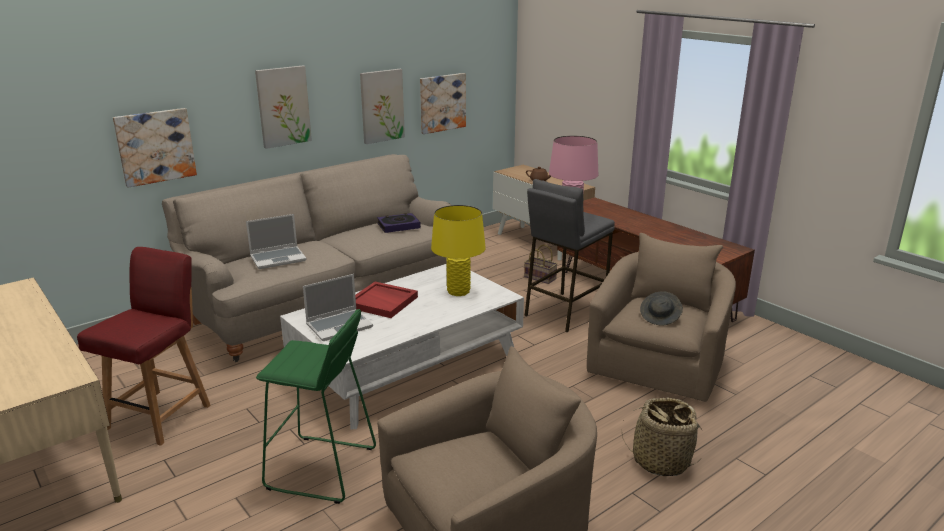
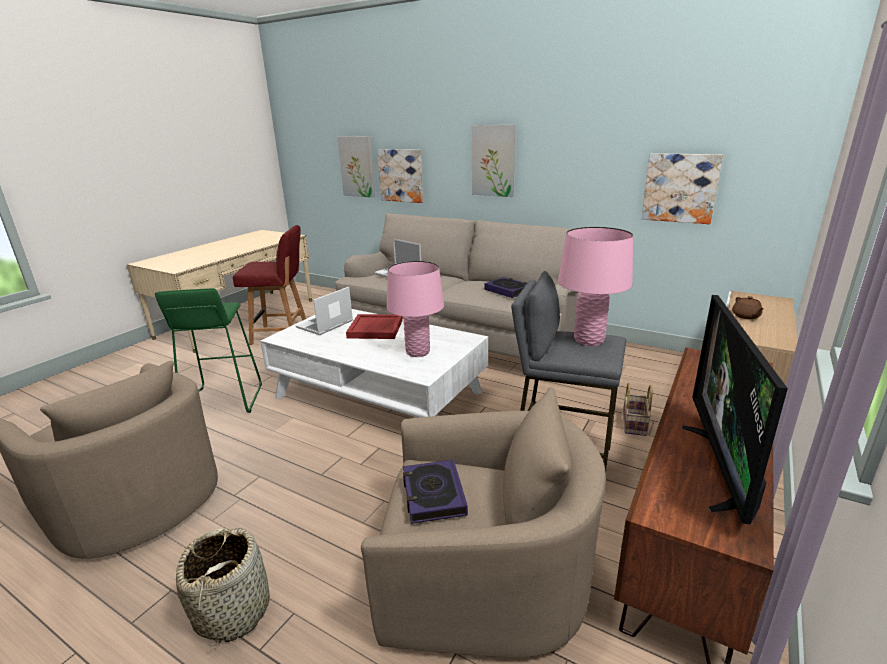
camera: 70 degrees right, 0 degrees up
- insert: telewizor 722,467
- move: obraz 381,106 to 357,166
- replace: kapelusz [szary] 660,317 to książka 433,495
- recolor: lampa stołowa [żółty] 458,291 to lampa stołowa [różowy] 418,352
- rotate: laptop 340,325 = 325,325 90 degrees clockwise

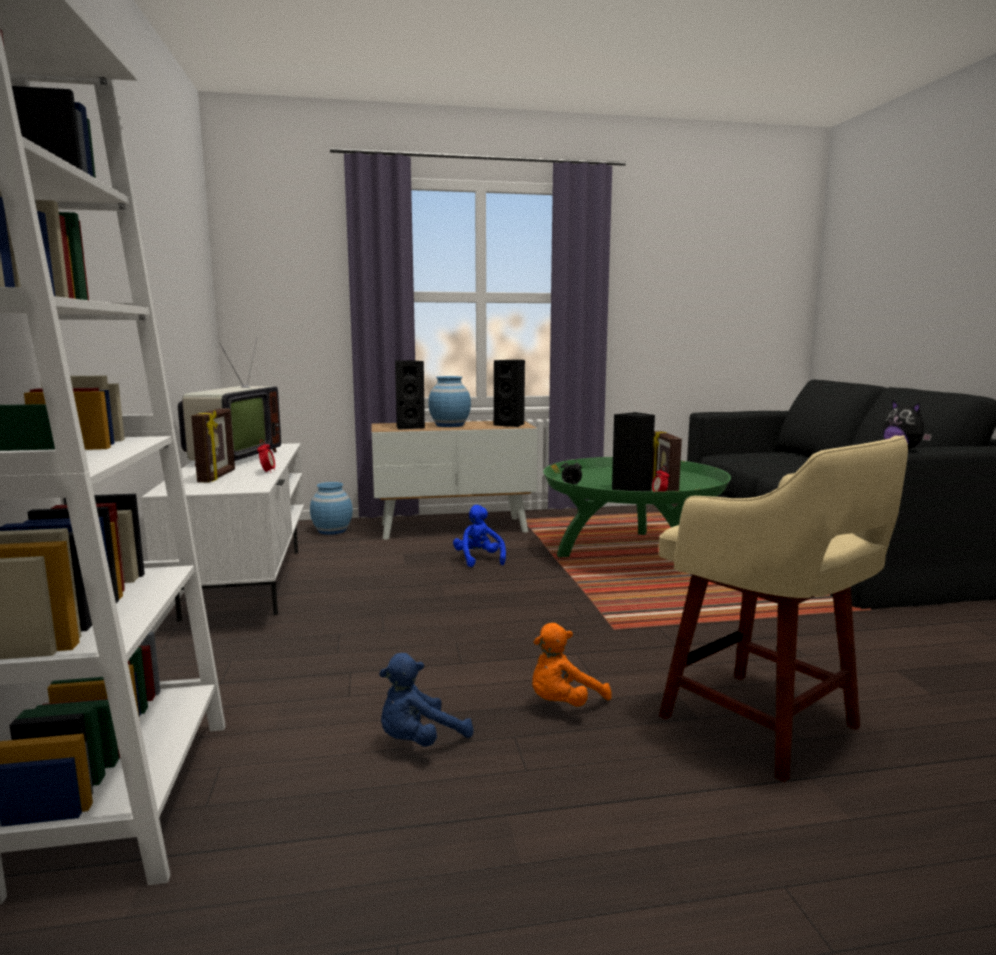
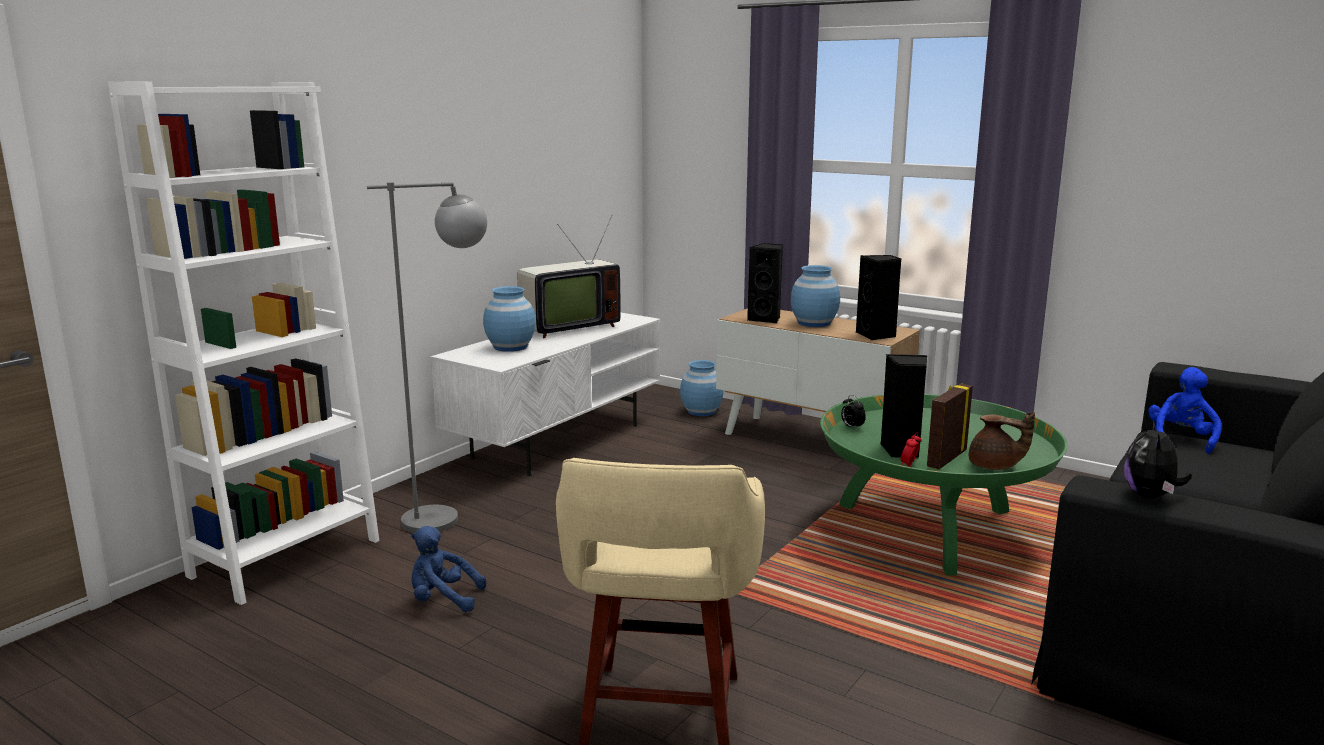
camera: 45 degrees right, 5 degrees up
- delete: budzik 267,472
- delete: pluszak [pomarańczowy] 563,703
- insert: lampa stojąca [szary] 450,517
- insert: imbryk [brązowy] 994,467
- move: pluszak [niebieski] 478,560 to 1181,439
- replace: ramka na zdjęcie 218,476 to wazon [niebieski] 510,347

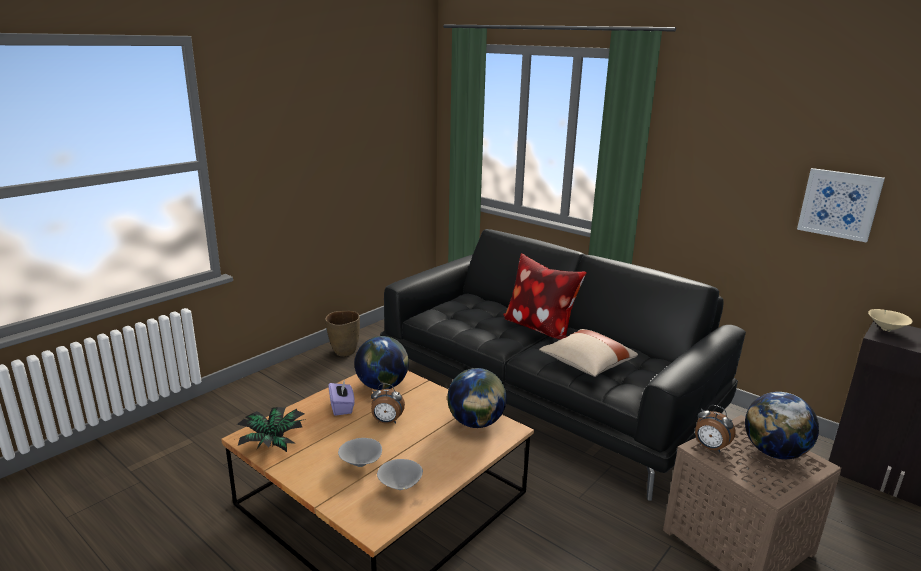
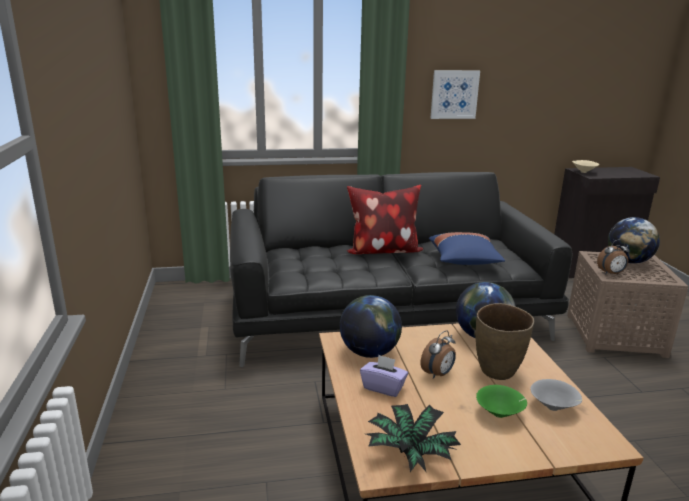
camera: 50 degrees left, 0 degrees up
- move: wazon [brązowy] 344,352 to 497,371
- move: obraz 839,204 to 454,94
- recolor: miska [szary] 361,464 to miska [zielony] 500,414
- recolor: poduszka [beżowy] 586,365 to poduszka [niebieski] 464,261

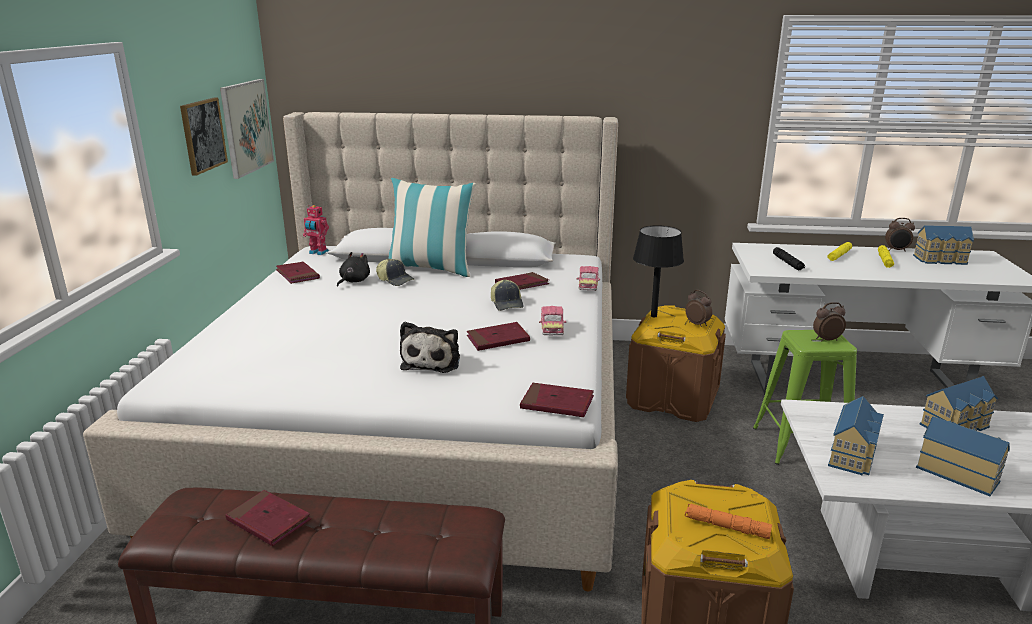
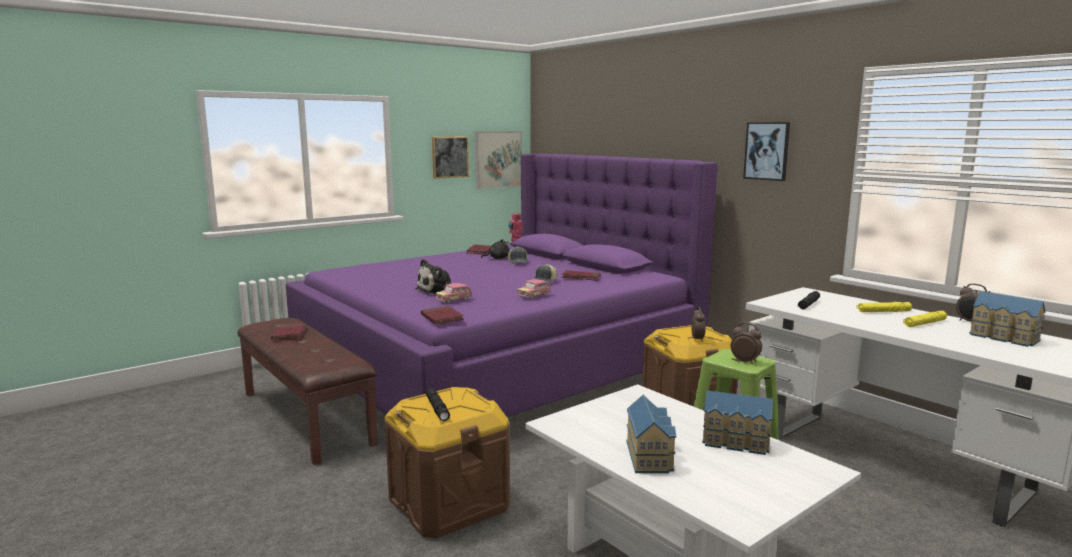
camera: 45 degrees right, 10 degrees down
- delete: poduszka 431,268
- delete: książka [czerwony] 498,339
- delete: lampa stołowa [czarny] 653,316
- delete: domek 854,455
- insert: obraz 767,151
- move: samochodzik 588,286 to 454,300
- recolor: łóżko [beżowy] 422,426 to łóżko [fioletowy] 498,366
- recolor: latarka [pomarańczowy] 726,527 to latarka [czarny] 437,409

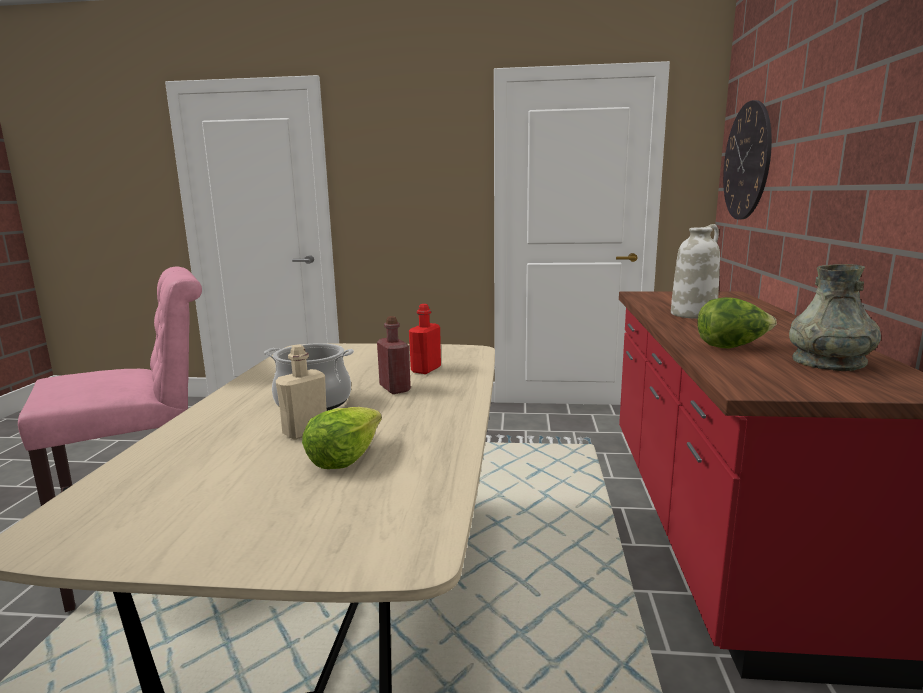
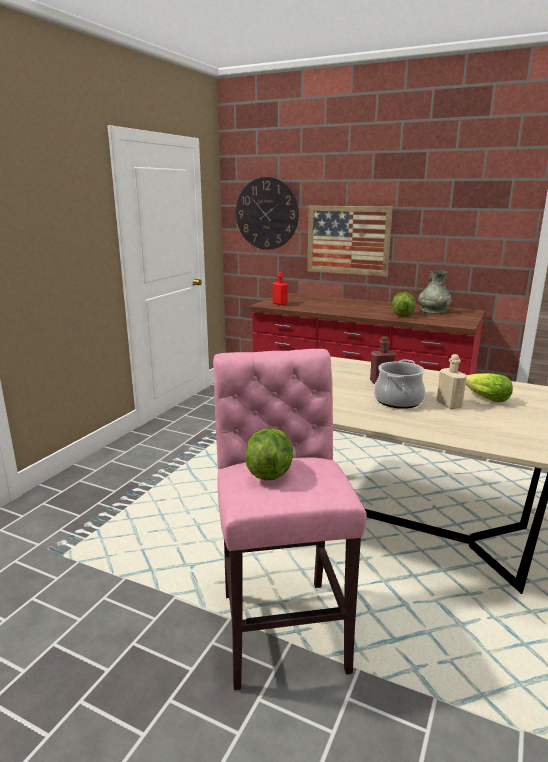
camera: 70 degrees left, 5 degrees up
- delete: wazon [biały] 693,314
- insert: sałata 269,471
- insert: obraz 348,240
- move: butelka [czerwony] 426,369 to 280,303

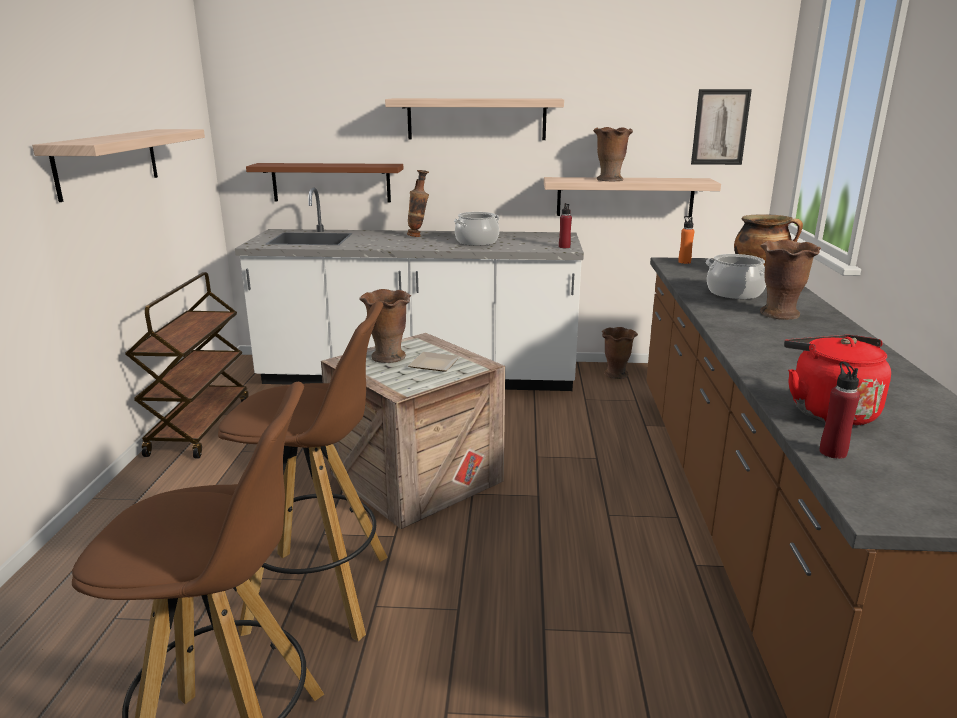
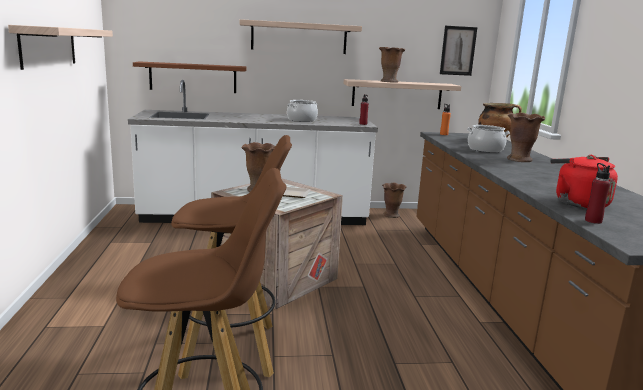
camera: 10 degrees left, 5 degrees down
- delete: wózek [brązowy] 199,426
- delete: wazon 418,236

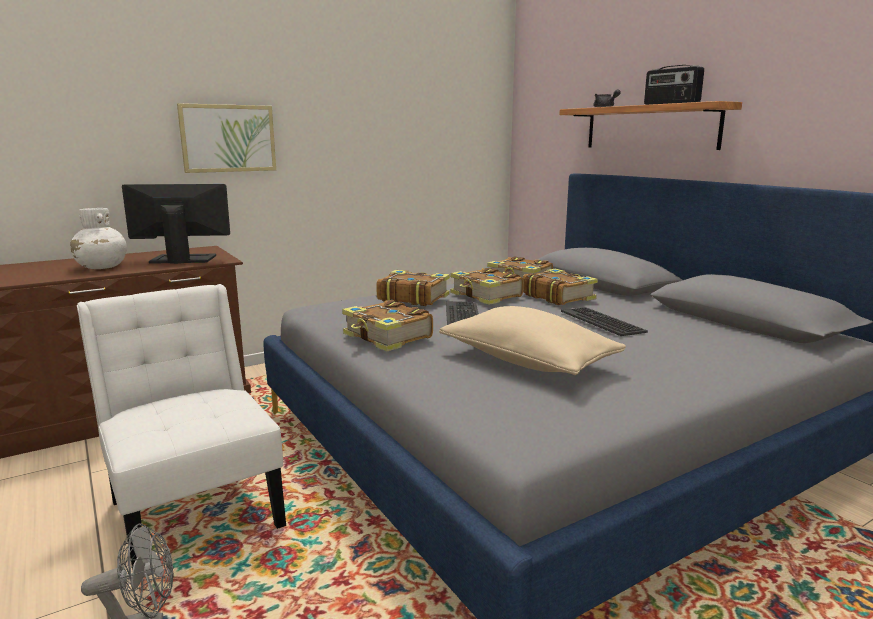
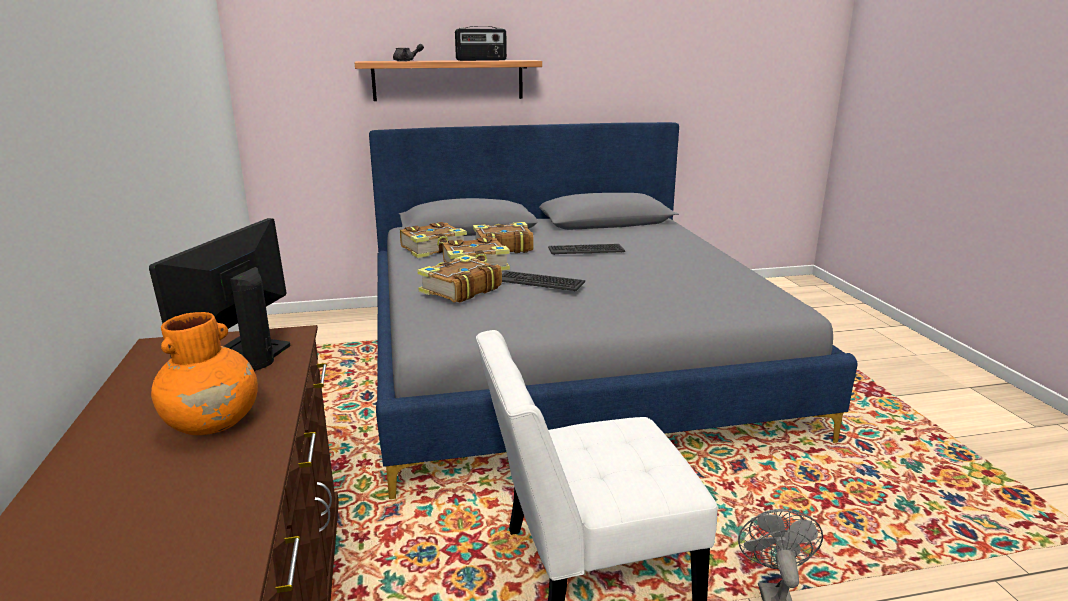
camera: 70 degrees left, 5 degrees up
- delete: obraz 228,138
- delete: książka 387,337
- delete: poduszka [beżowy] 527,362
- recolor: wazon [biały] 102,267 to wazon [pomarańczowy] 214,423

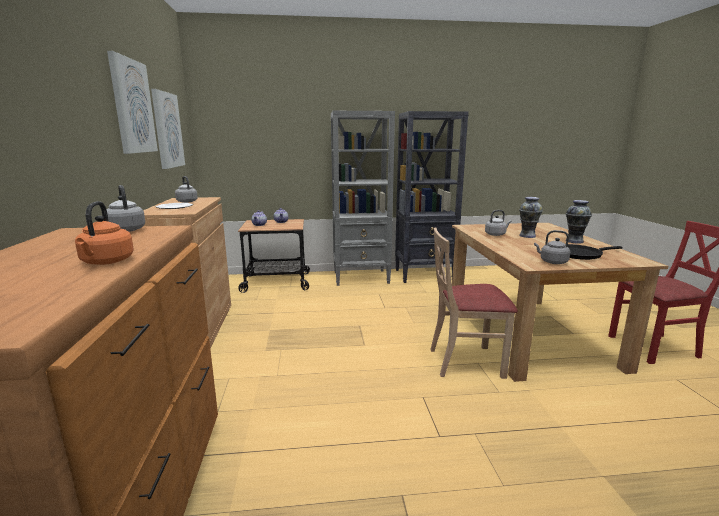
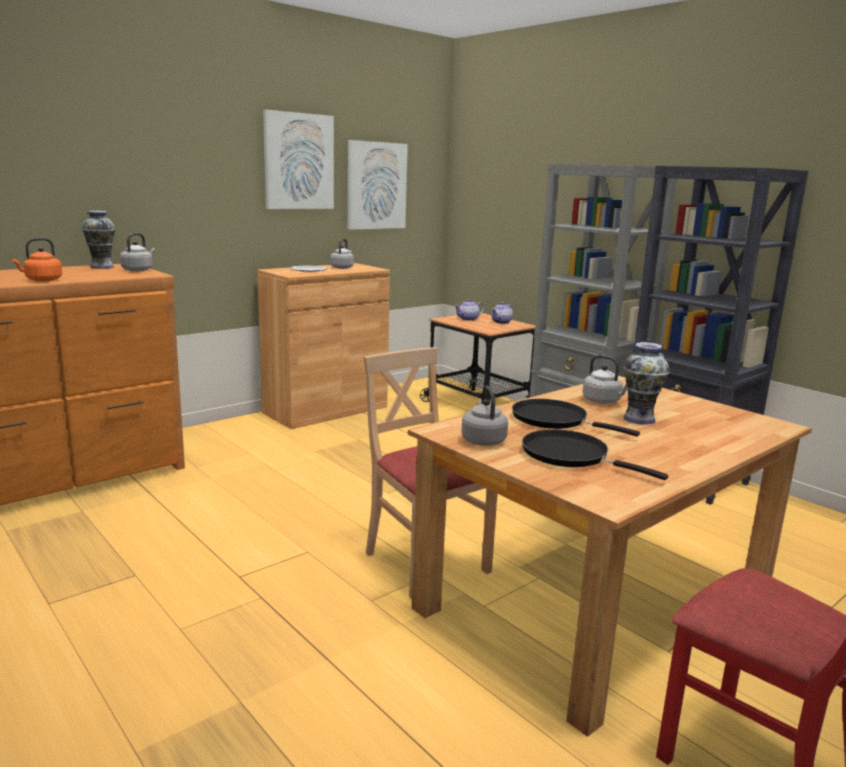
camera: 55 degrees right, 0 degrees up
- insert: patelnia [czarny] 554,420
- move: wazon 574,241 to 101,267

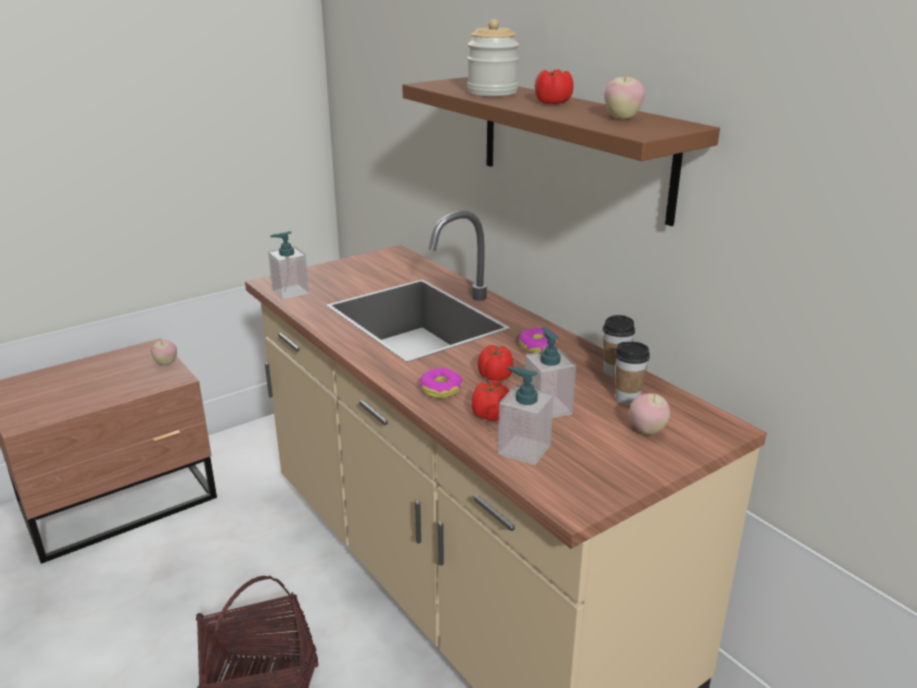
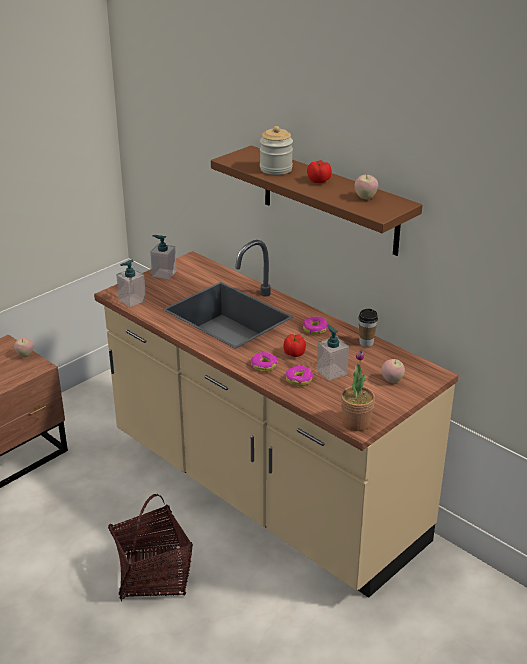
camera: 10 degrees left, 5 degrees up
- delete: filiżanka 627,399
- insert: roślina doniczkowa 356,423
- move: dozownik mydła 524,450 to 164,274
- replace: pomidor 490,415 to donut 299,379

